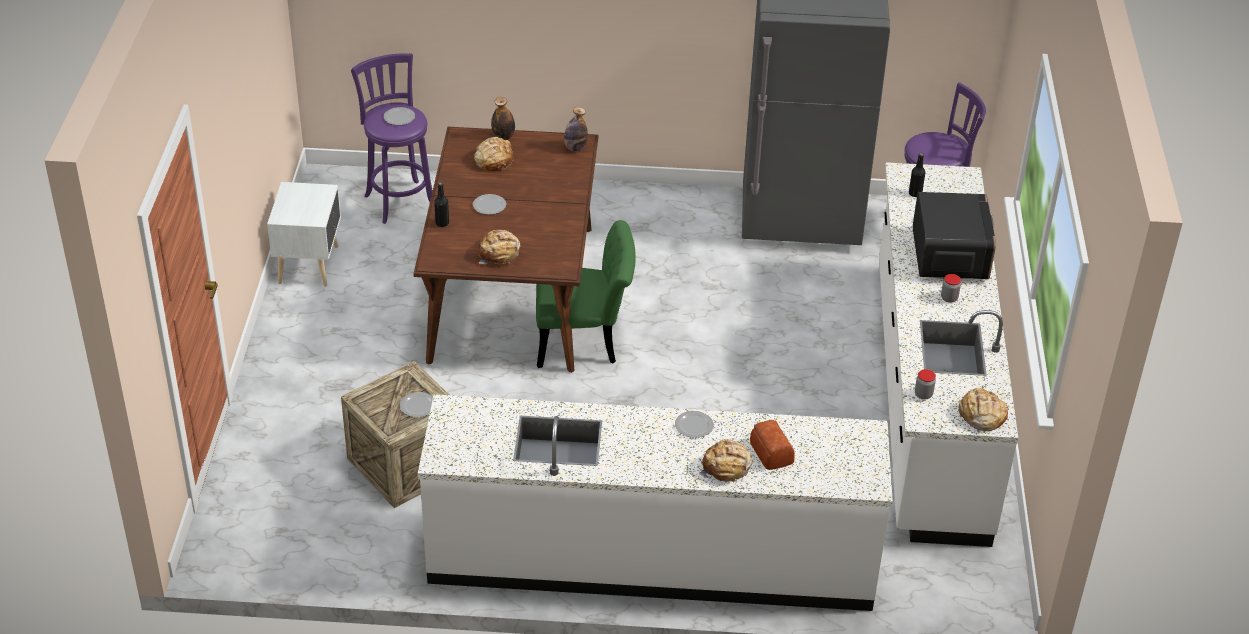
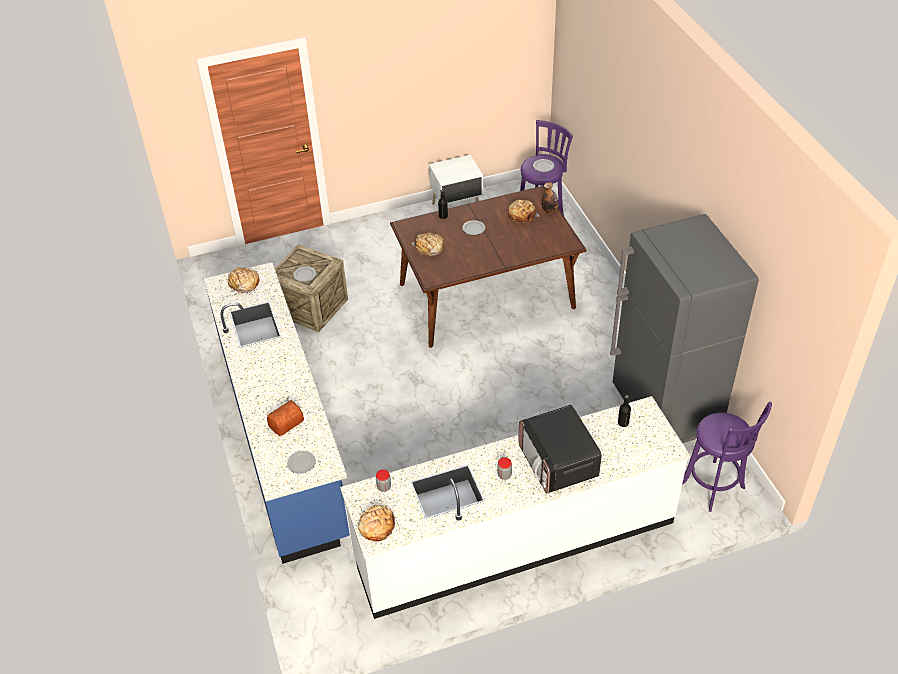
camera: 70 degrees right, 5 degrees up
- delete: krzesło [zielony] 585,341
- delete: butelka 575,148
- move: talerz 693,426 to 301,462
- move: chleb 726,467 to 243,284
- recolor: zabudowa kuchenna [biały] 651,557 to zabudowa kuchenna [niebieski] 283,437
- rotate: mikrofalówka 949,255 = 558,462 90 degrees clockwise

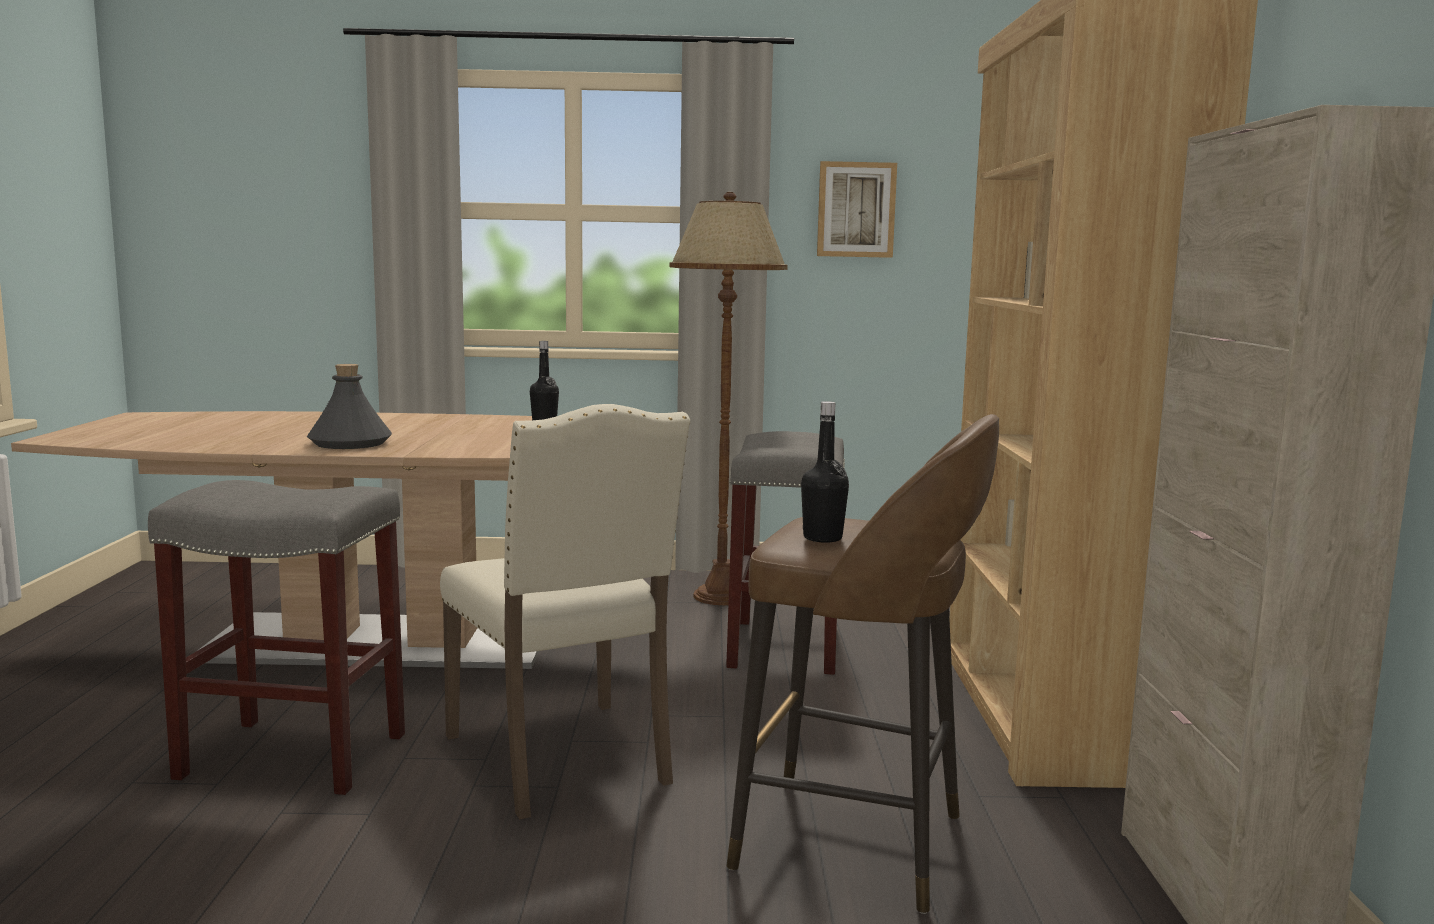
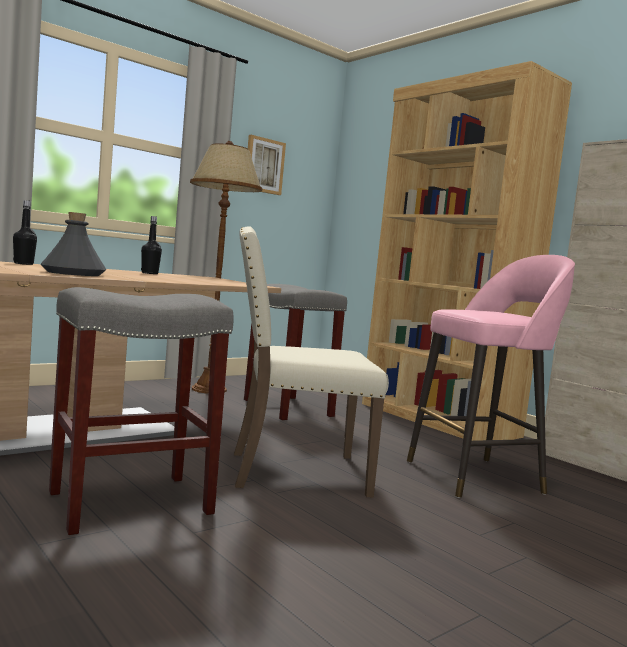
camera: 40 degrees left, 5 degrees down
- move: butelka [czarny] 822,538 to 23,264
- recolor: stołek [brązowy] 857,843 to stołek [różowy] 478,477
- rotate: krzesło [beżowy] 563,759 = 294,472 150 degrees clockwise

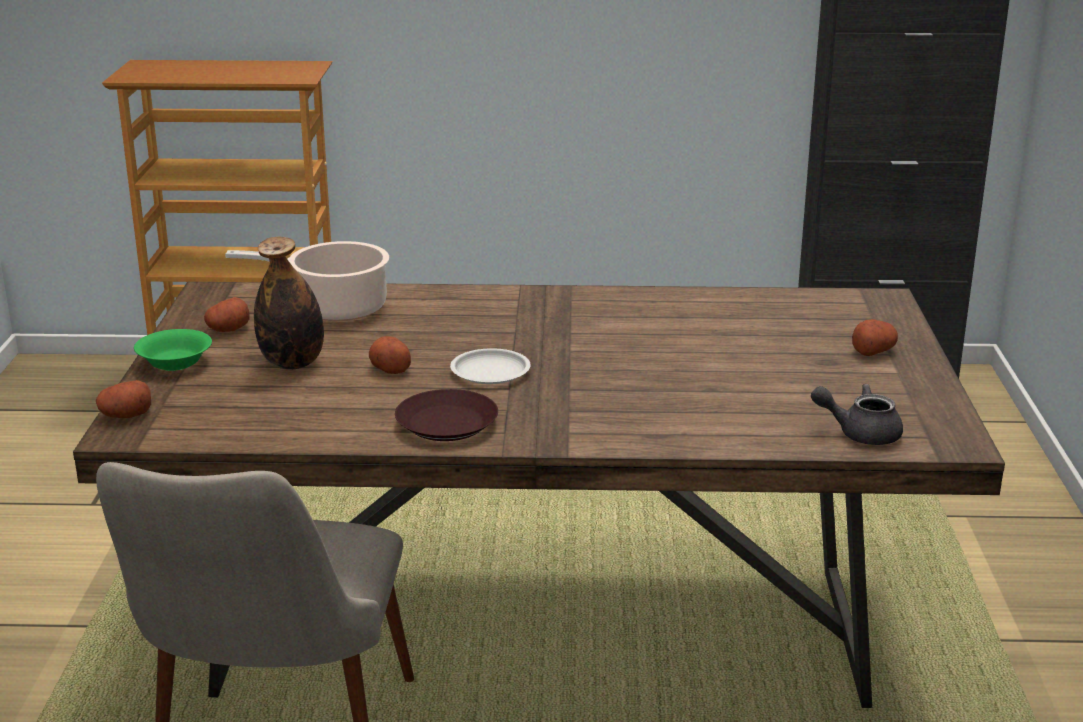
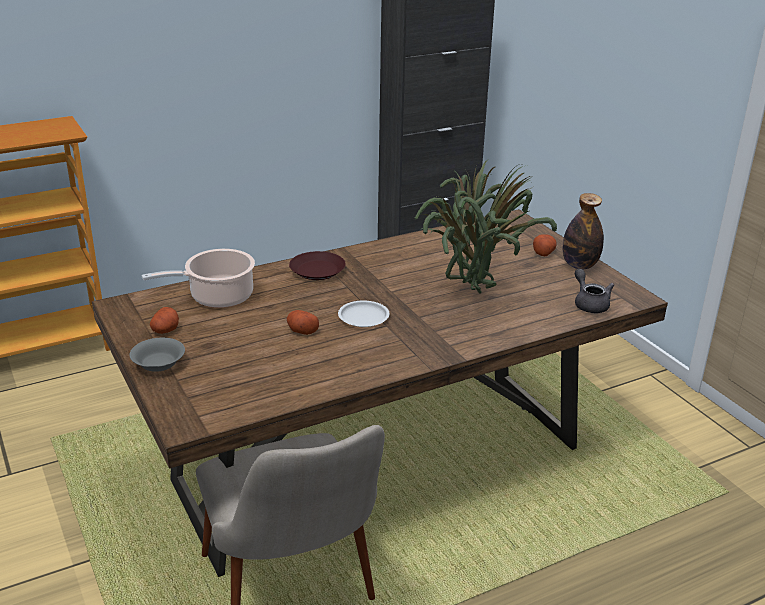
camera: 30 degrees left, 5 degrees up
- delete: ziemniak 125,415
- insert: roślina doniczkowa 472,295
- move: butelka 292,363 to 579,265
- move: talerz [brązowy] 446,424 to 317,271
- recolor: miska [zielony] 174,363 to miska [szary] 158,364
- rotate: imbryk [szary] 860,433 = 589,304 90 degrees clockwise

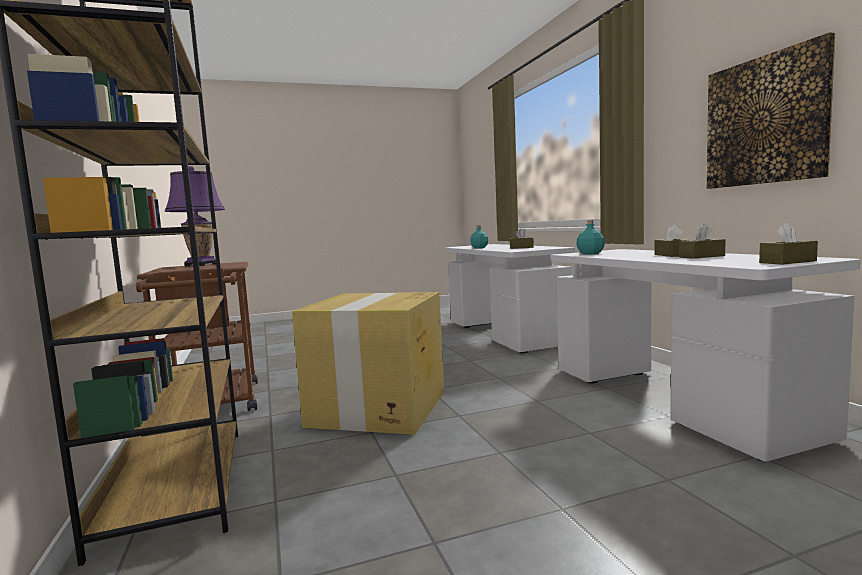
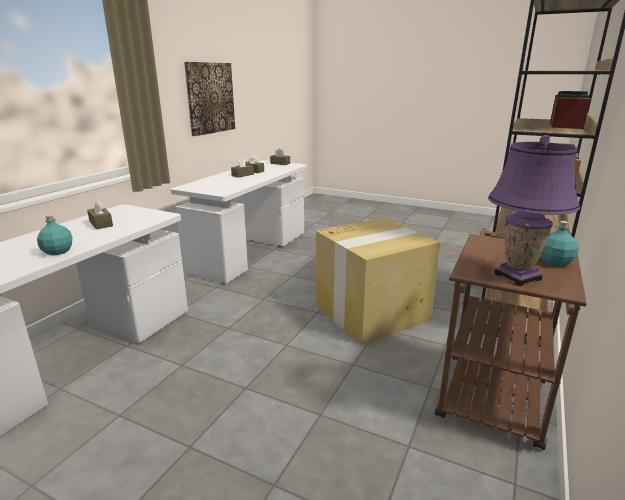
camera: 135 degrees left, 15 degrees up
- move: butelka [turkusowy] 591,253 to 554,262

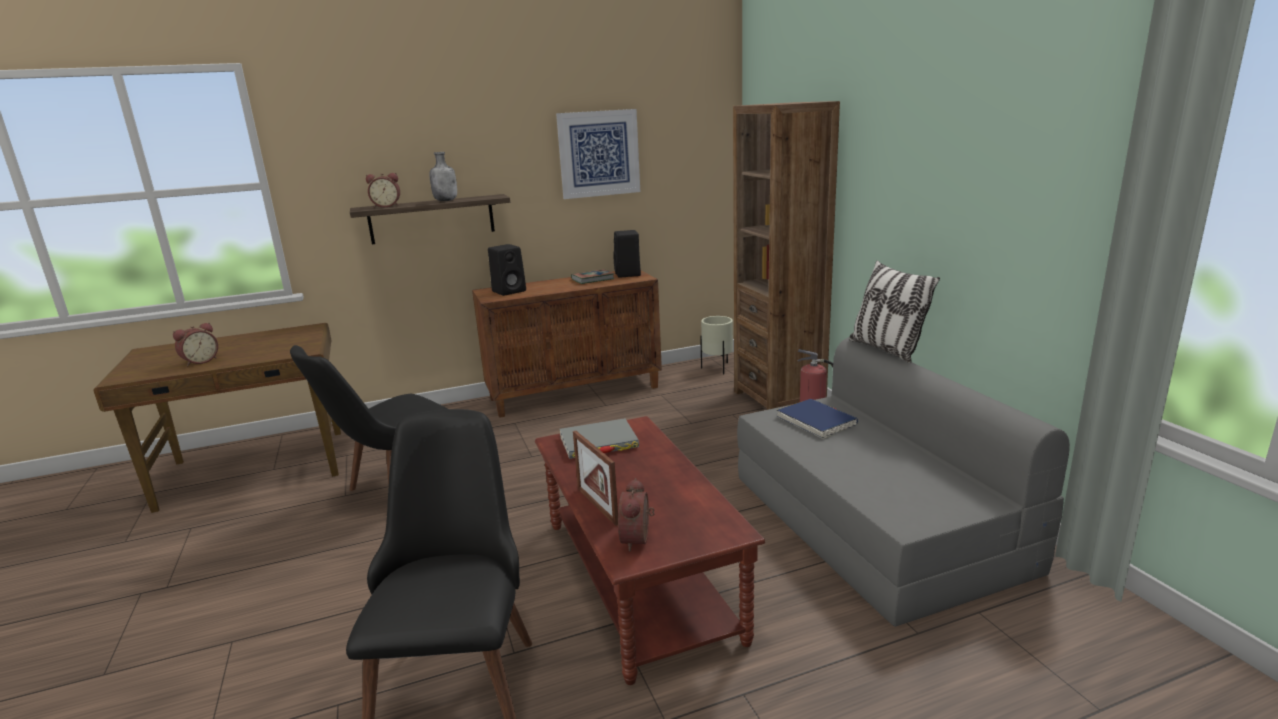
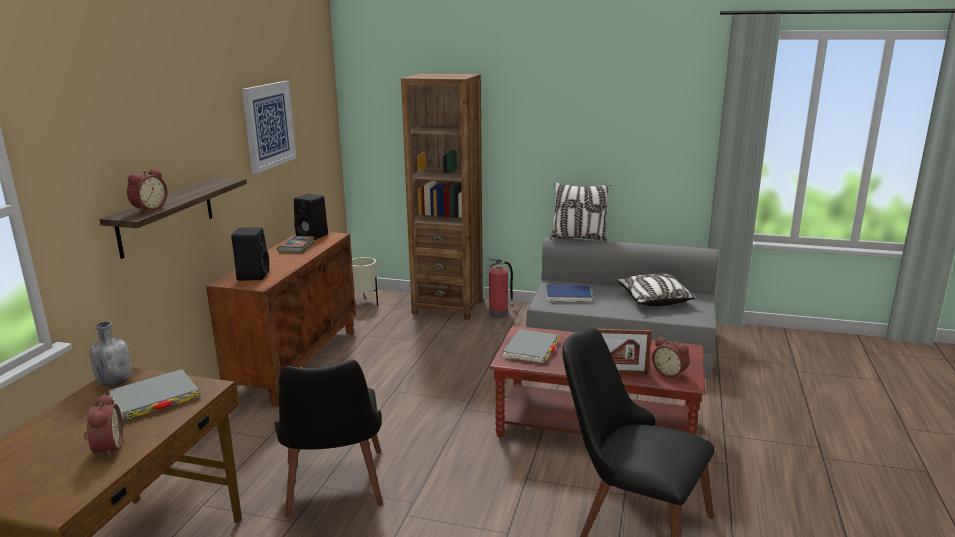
camera: 55 degrees left, 0 degrees up
- insert: książka [szary] 155,398
- insert: poduszka 653,299
- move: butelka [szary] 446,200 to 115,382

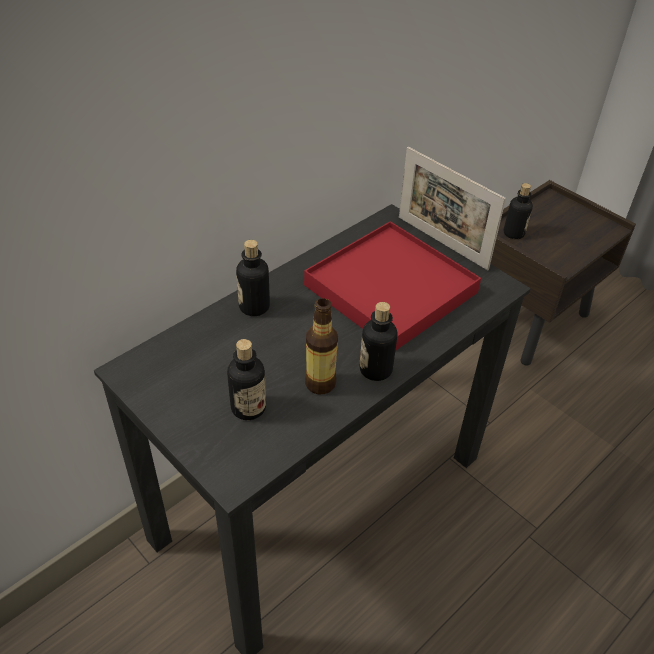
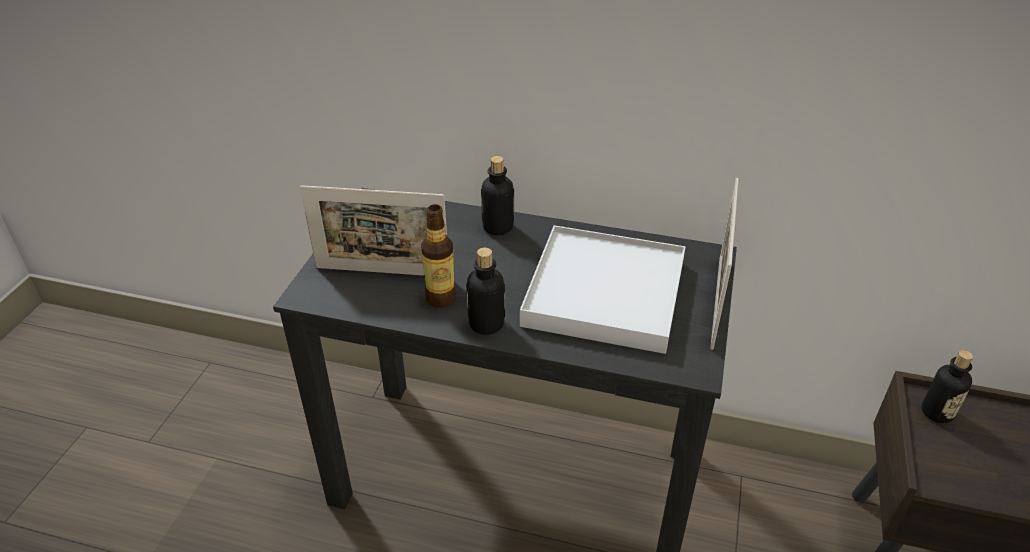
camera: 60 degrees right, 5 degrees down
- replace: butelka 248,408 to ramka na zdjęcie 382,272
- recolor: taca [czerwony] 391,289 to taca [biały] 604,293

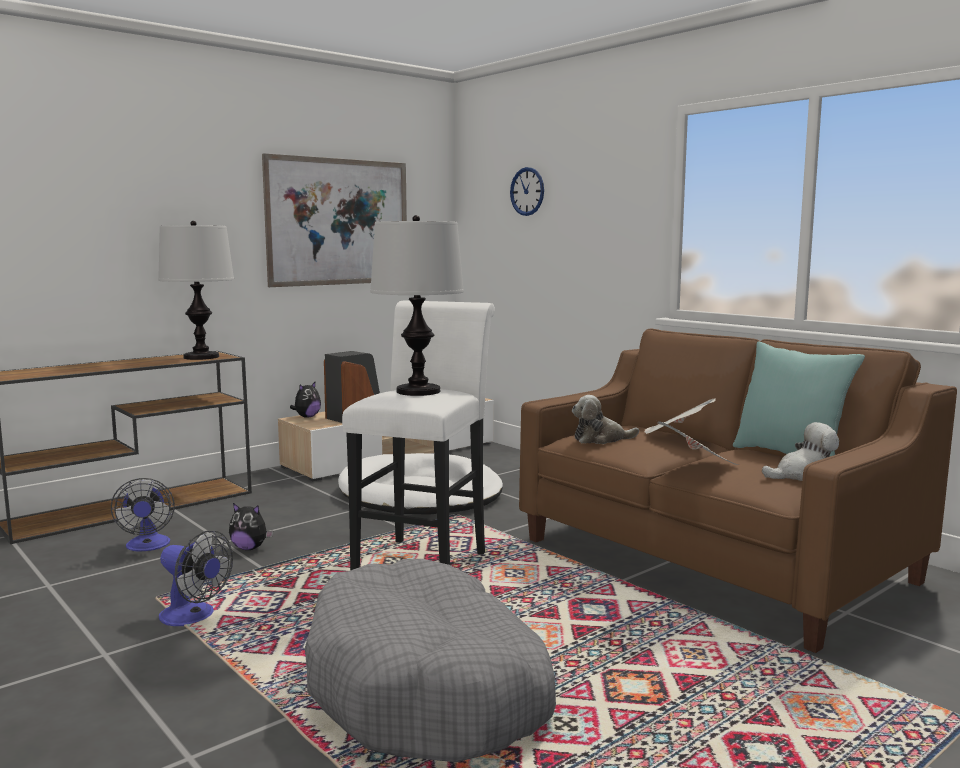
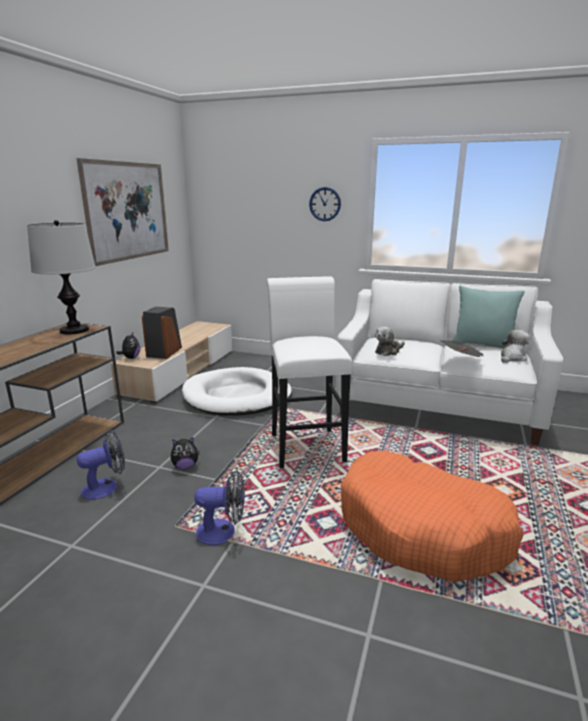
camera: 30 degrees left, 10 degrees up
- delete: lampa stołowa 418,391
- delete: gazeta 676,436
- move: zegar ścienny 527,191 to 325,204
- recolor: legowisko [szary] 428,689 to legowisko [pomarańczowy] 422,529
- recolor: kanapa [brązowy] 713,560 to kanapa [biały] 436,404
- rotate: wentylator 147,546 = 106,487 75 degrees counterclockwise

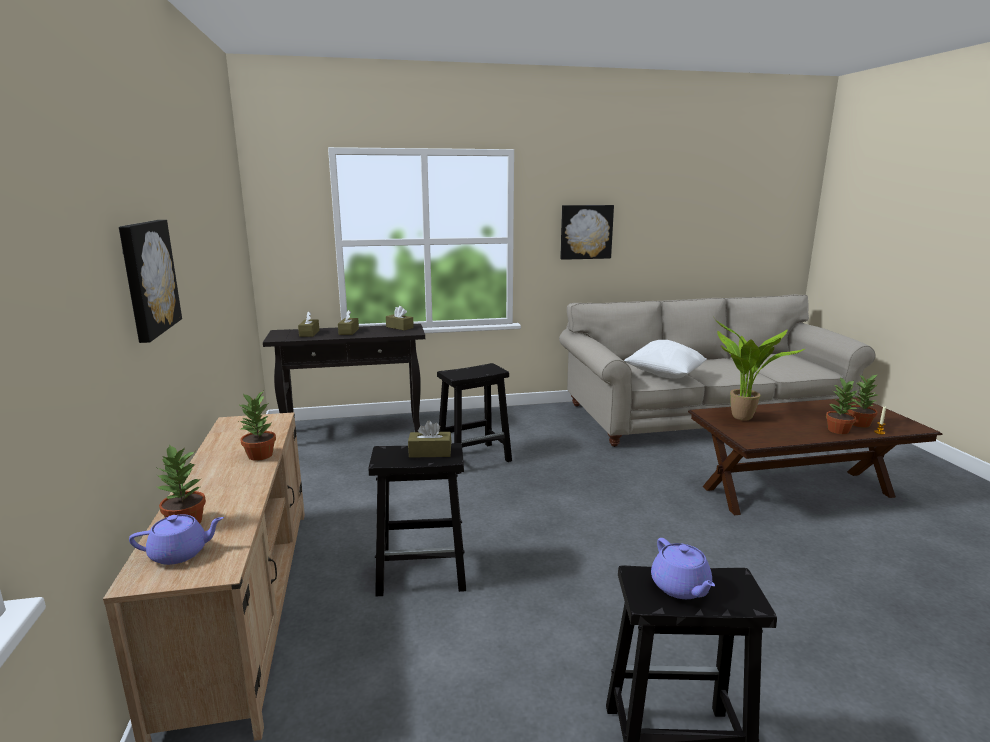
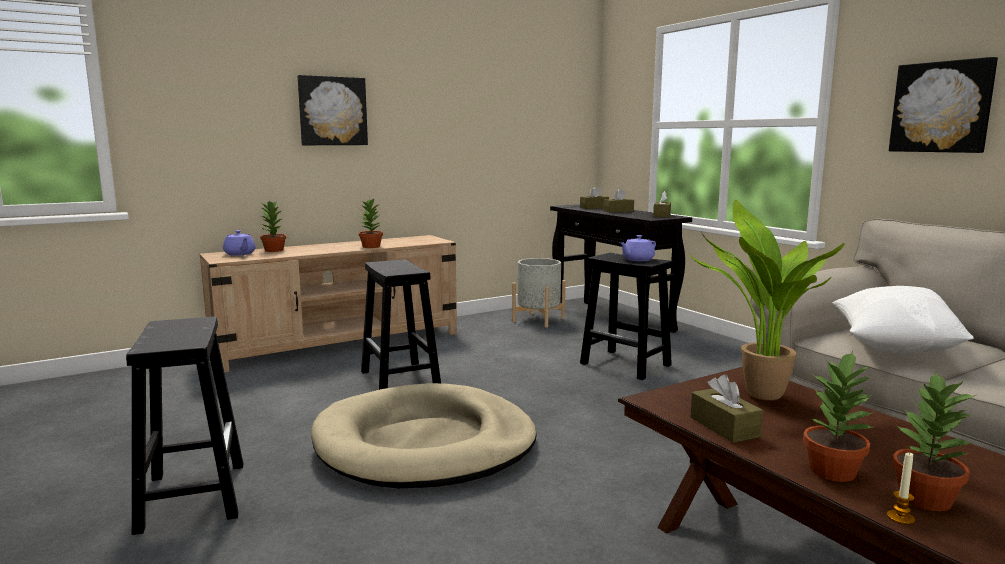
camera: 70 degrees right, 5 degrees down
- insert: legowisko [beżowy] 425,444
- insert: donica [szary] 538,320
- move: pudełko chusteczek [brązowy] 430,452 to 724,427
- move: imbryk [fioletowy] 681,587 to 637,260

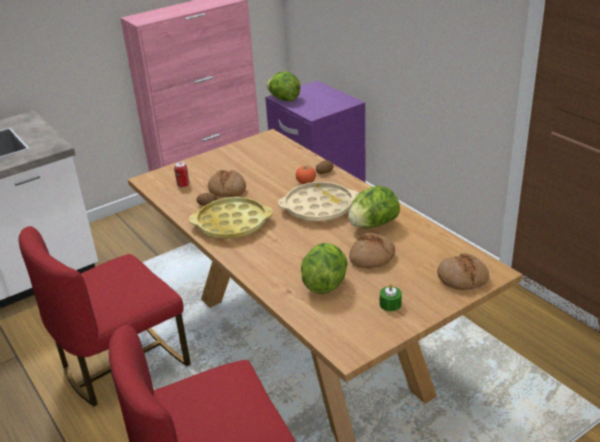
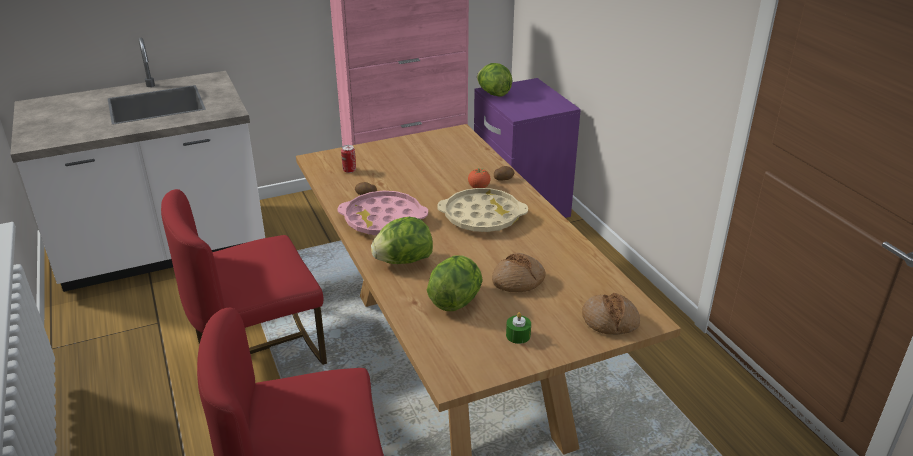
camera: 10 degrees right, 0 degrees up
- delete: chleb 227,190
- move: sałata 373,225 to 403,261
- recolor: taca [żółty] 232,224 to taca [różowy] 383,220

